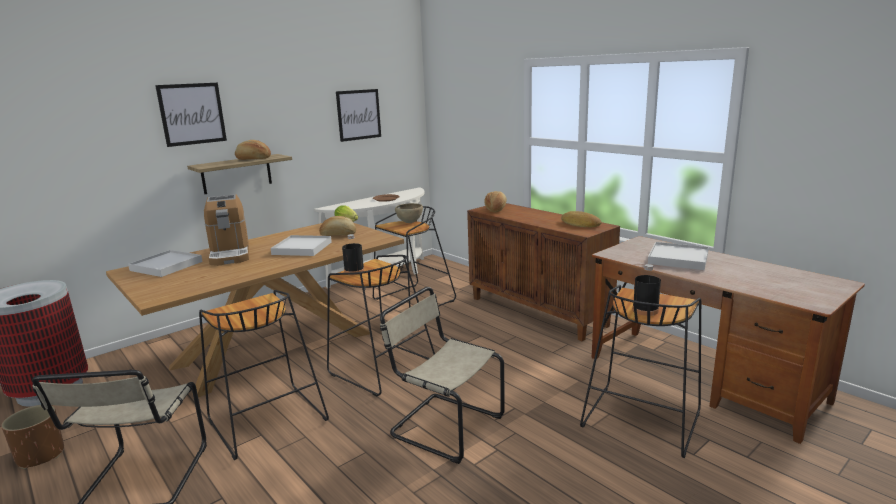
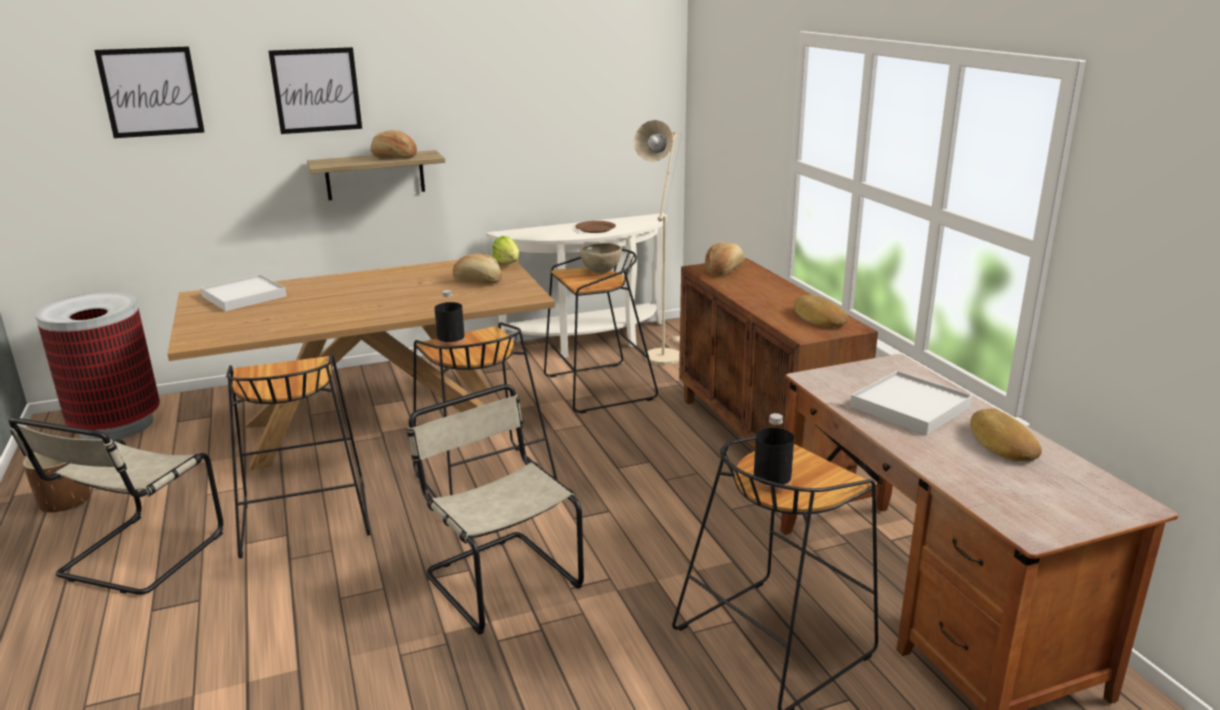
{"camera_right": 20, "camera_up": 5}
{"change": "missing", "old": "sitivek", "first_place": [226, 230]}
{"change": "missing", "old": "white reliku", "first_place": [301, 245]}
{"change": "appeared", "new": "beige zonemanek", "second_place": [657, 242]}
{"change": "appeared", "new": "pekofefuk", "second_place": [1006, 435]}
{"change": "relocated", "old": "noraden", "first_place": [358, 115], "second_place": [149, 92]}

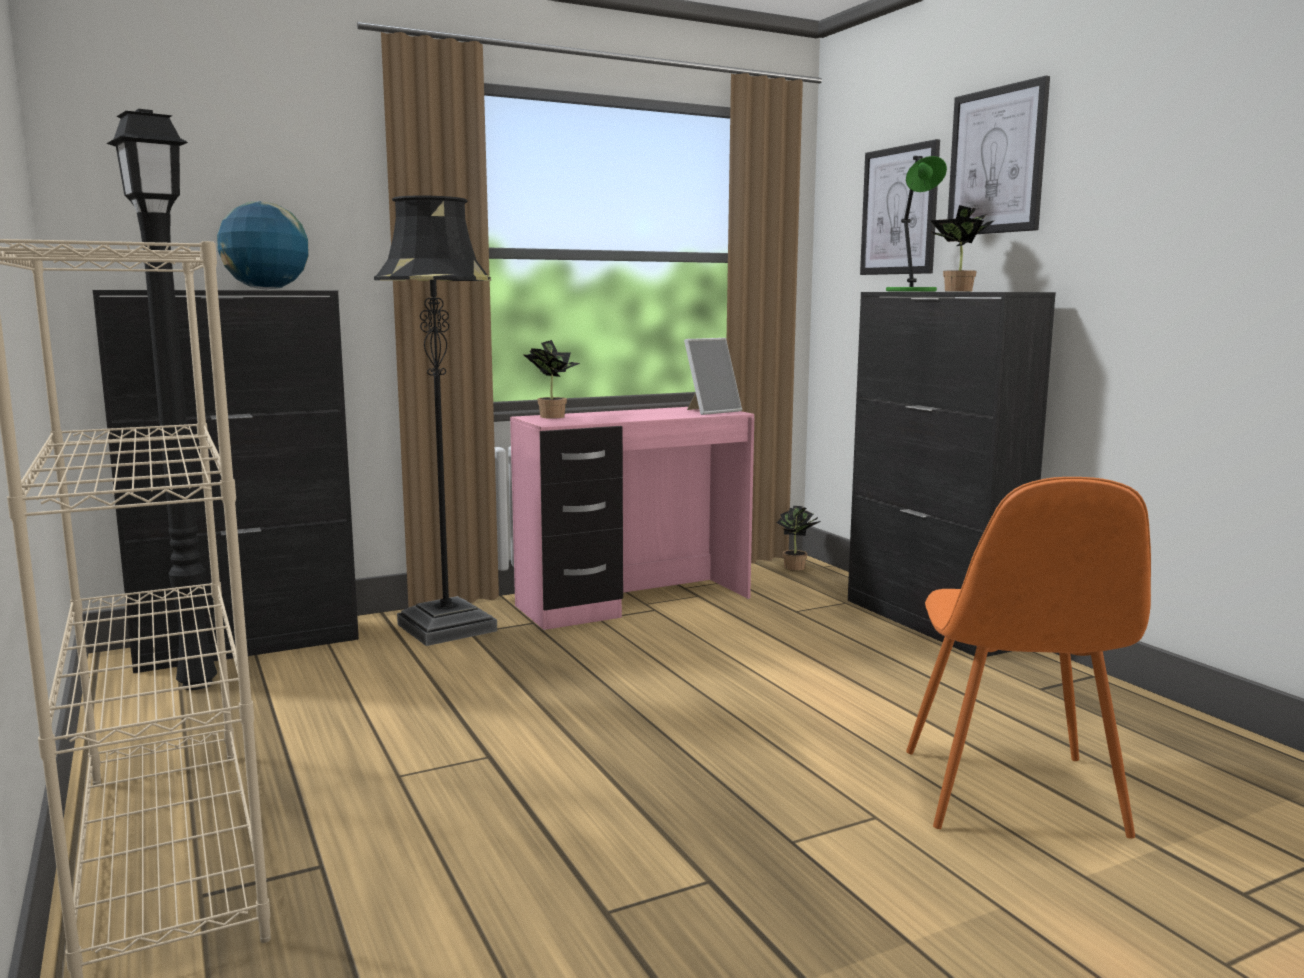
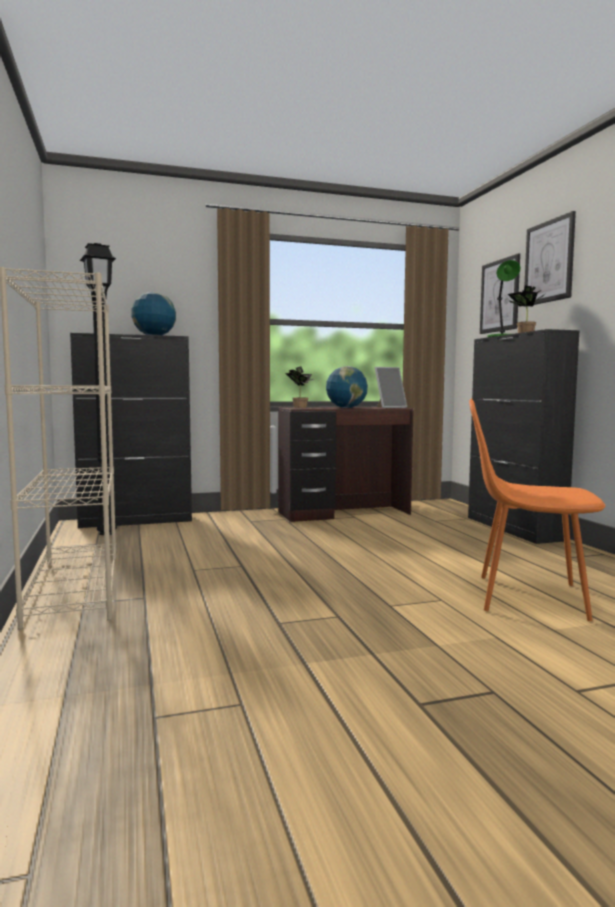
{"camera_right": 10, "camera_up": -5}
{"change": "missing", "old": "black zonemanek", "first_place": [435, 421]}
{"change": "missing", "old": "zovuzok", "first_place": [799, 538]}
{"change": "appeared", "new": "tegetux", "second_place": [347, 387]}
{"change": "colour", "old": "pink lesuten", "new": "brown lesuten", "first_place": [632, 518], "second_place": [345, 464]}
{"change": "spun", "old": "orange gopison", "first_place": [1028, 658], "second_place": [537, 509], "degrees": 90}

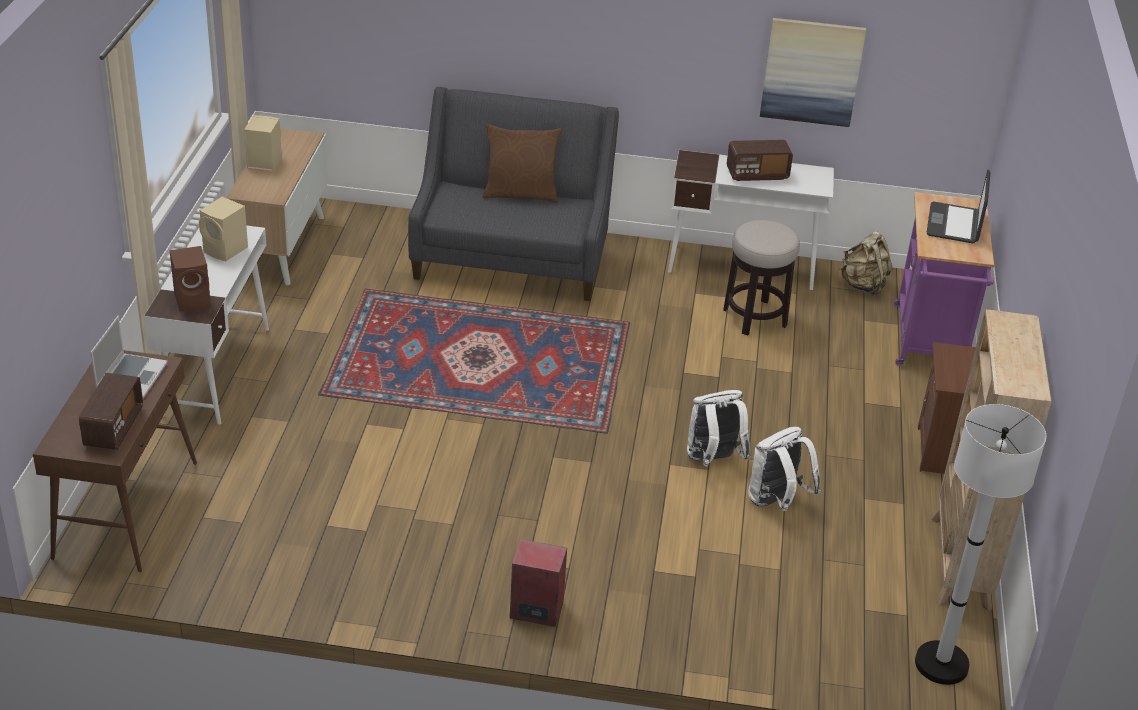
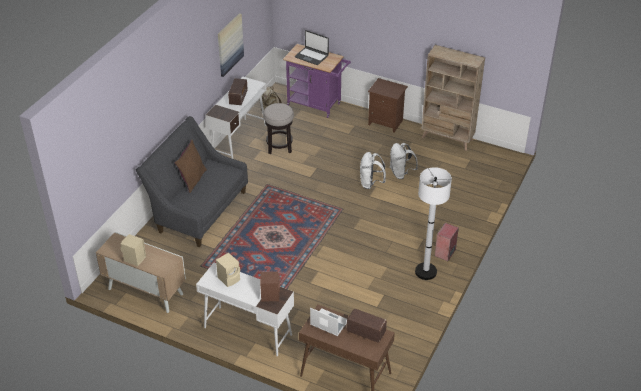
{"camera_right": -70, "camera_up": 5}
{"change": "relocated", "old": "white zonemanek", "first_place": [980, 544], "second_place": [433, 223]}

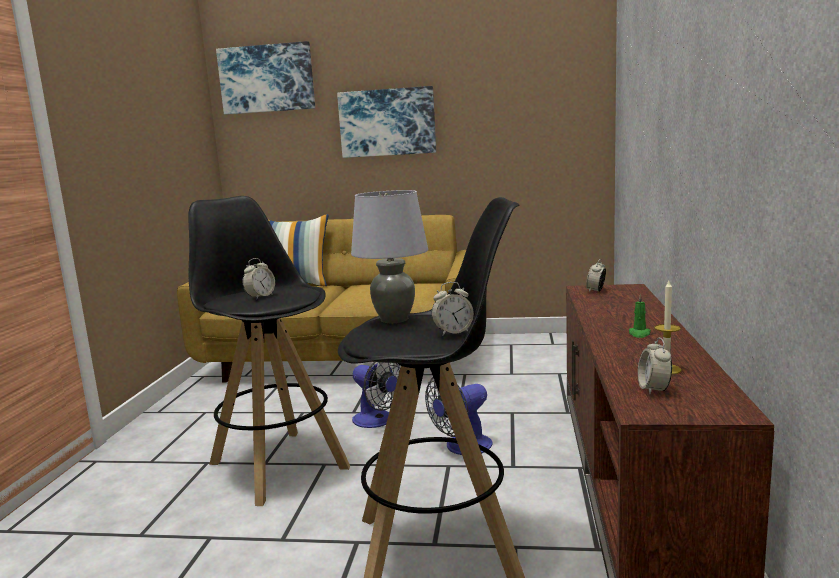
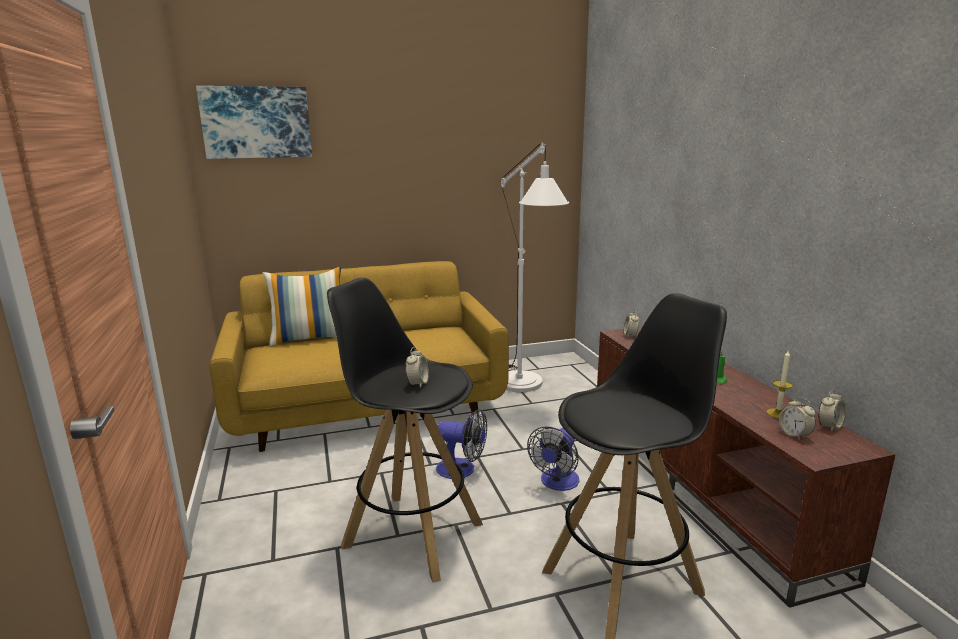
{"camera_right": -25, "camera_up": 5}
{"change": "missing", "old": "noraden", "first_place": [386, 122]}
{"change": "missing", "old": "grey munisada", "first_place": [389, 256]}
{"change": "appeared", "new": "white zonemanek", "second_place": [535, 266]}
{"change": "relocated", "old": "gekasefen", "first_place": [453, 309], "second_place": [832, 411]}

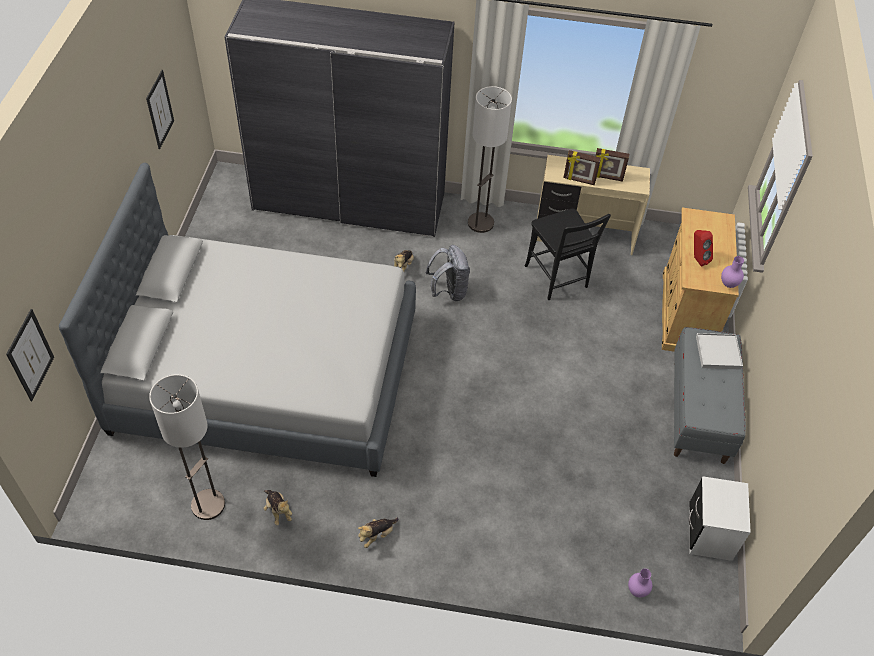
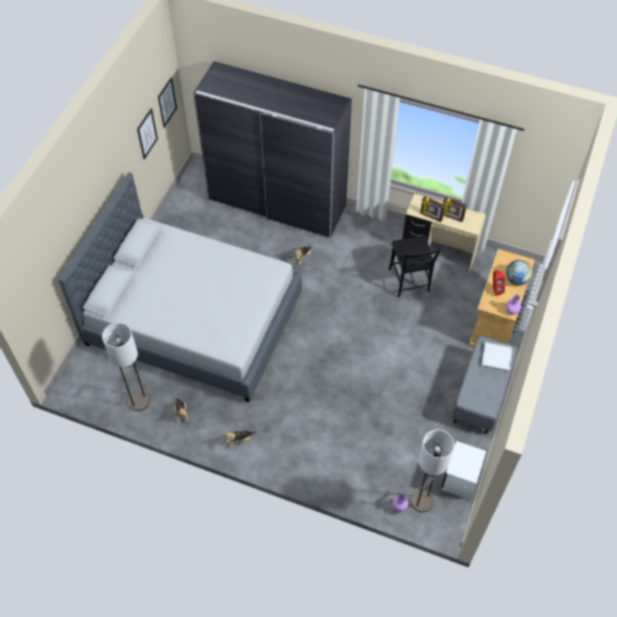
{"camera_right": 15, "camera_up": 5}
{"change": "missing", "old": "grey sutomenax", "first_place": [448, 273]}
{"change": "appeared", "new": "tegetux", "second_place": [519, 272]}
{"change": "relocated", "old": "noraden", "first_place": [30, 355], "second_place": [167, 102]}
{"change": "relocated", "old": "zonemanek", "first_place": [490, 159], "second_place": [433, 470]}

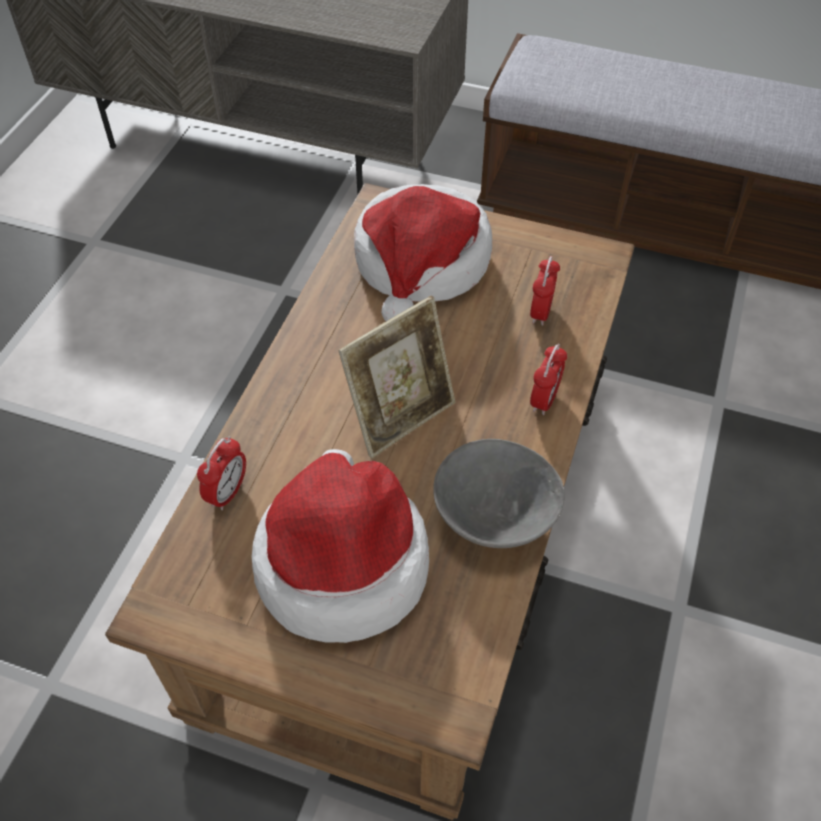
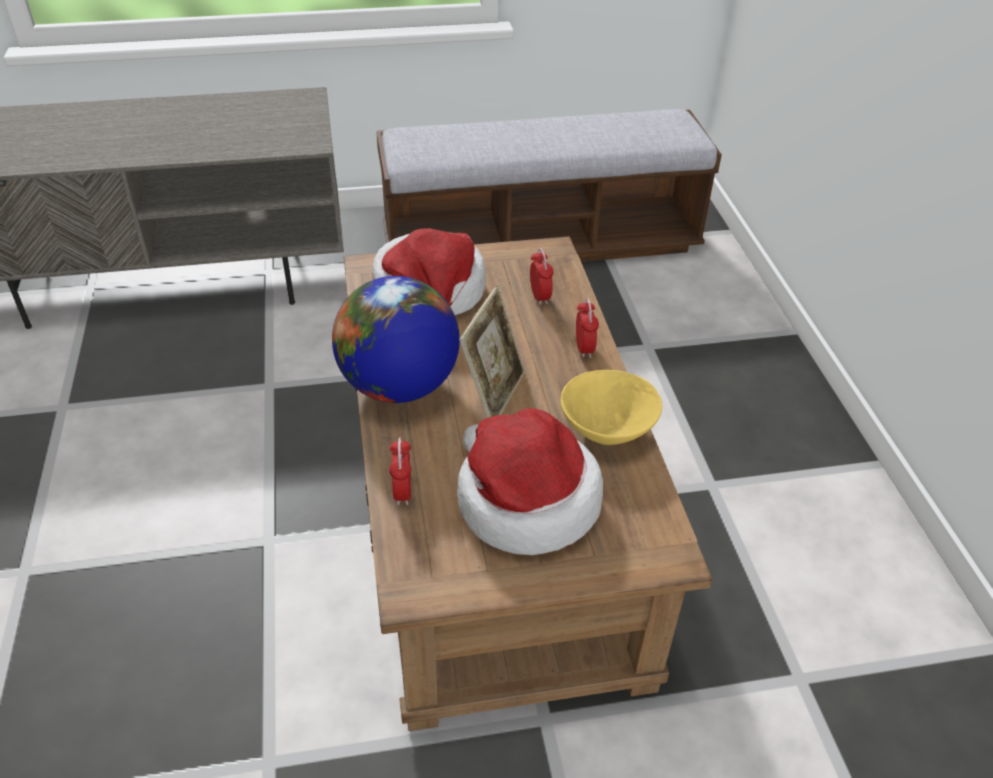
{"camera_right": -30, "camera_up": -10}
{"change": "appeared", "new": "tegetux", "second_place": [396, 339]}
{"change": "colour", "old": "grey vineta", "new": "yellow vineta", "first_place": [499, 493], "second_place": [611, 407]}

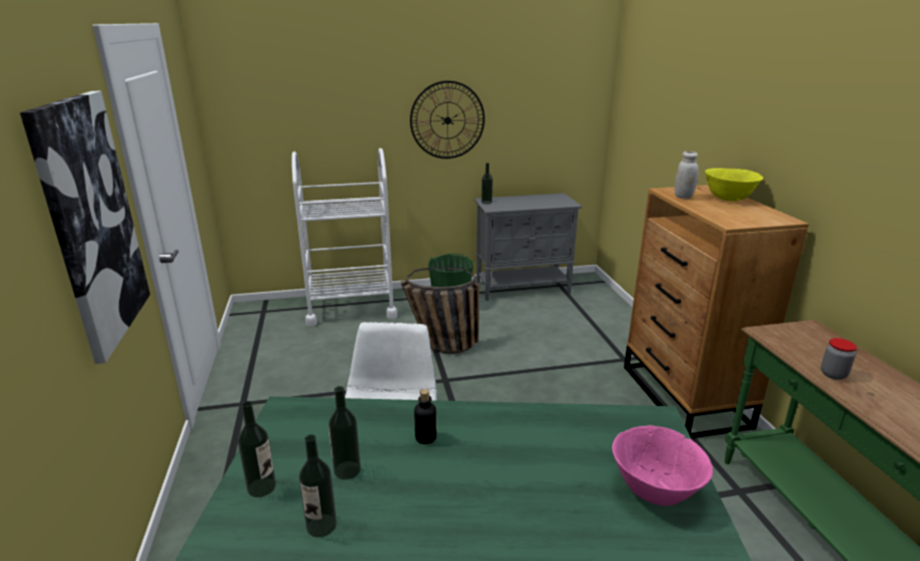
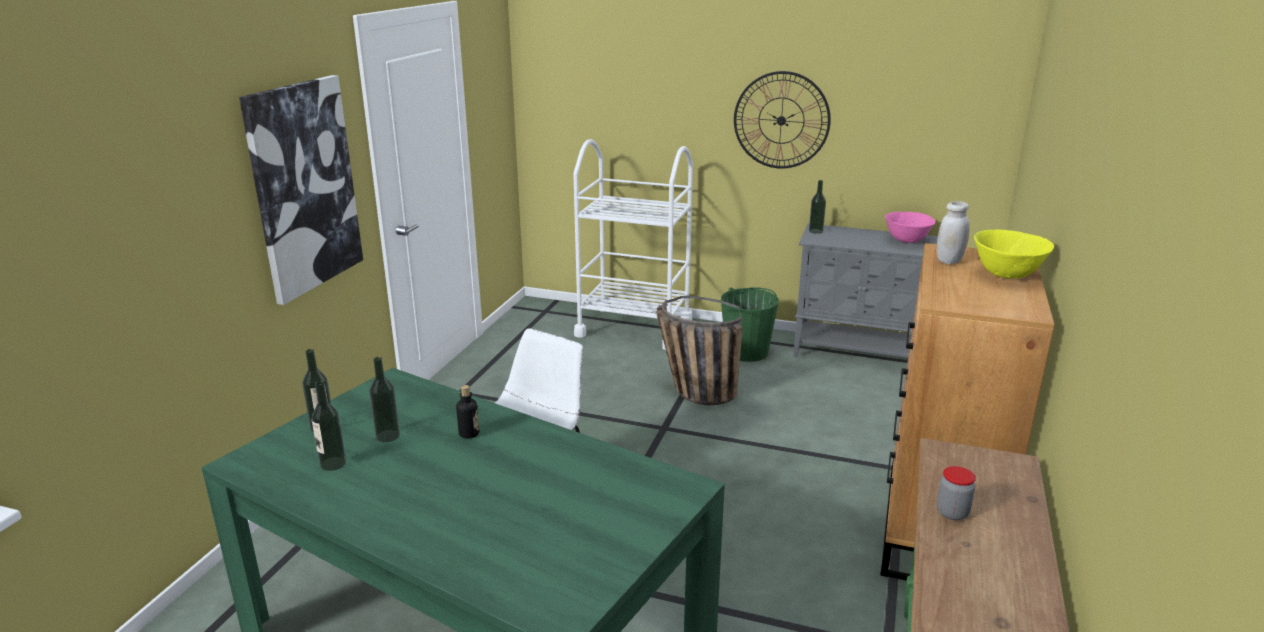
{"camera_right": 30, "camera_up": 0}
{"change": "relocated", "old": "pink vineta", "first_place": [662, 465], "second_place": [910, 227]}

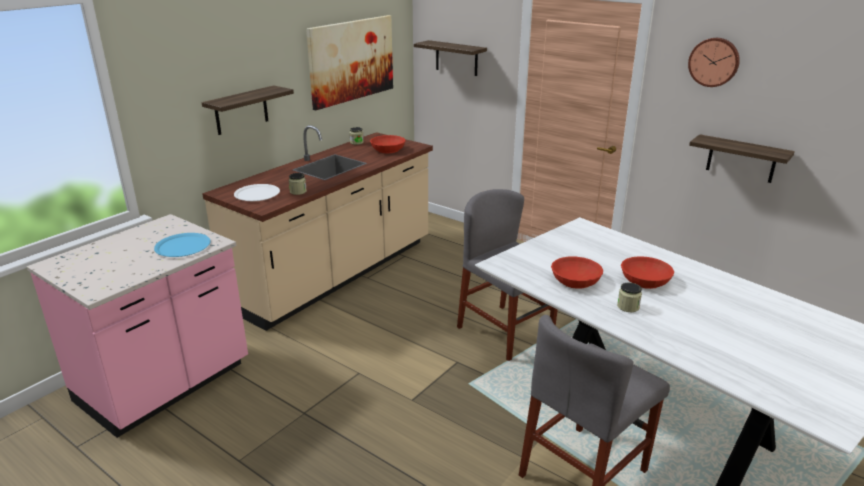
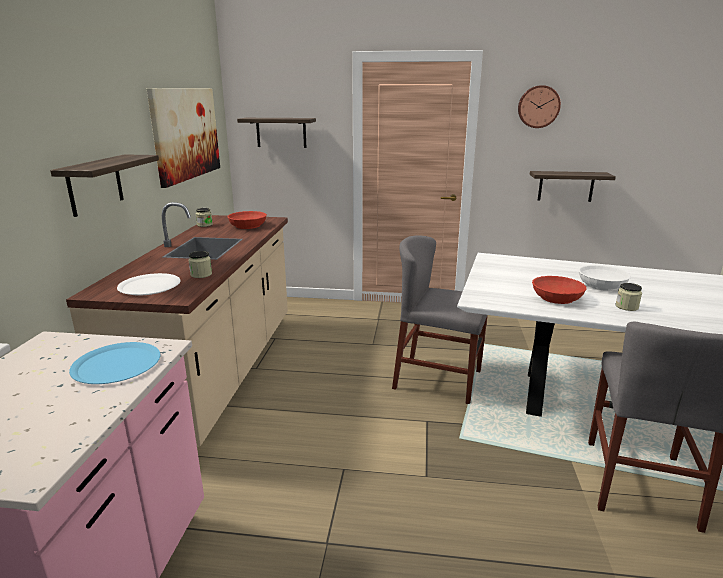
{"camera_right": -30, "camera_up": -5}
{"change": "colour", "old": "red vineta", "new": "white vineta", "first_place": [647, 272], "second_place": [604, 278]}

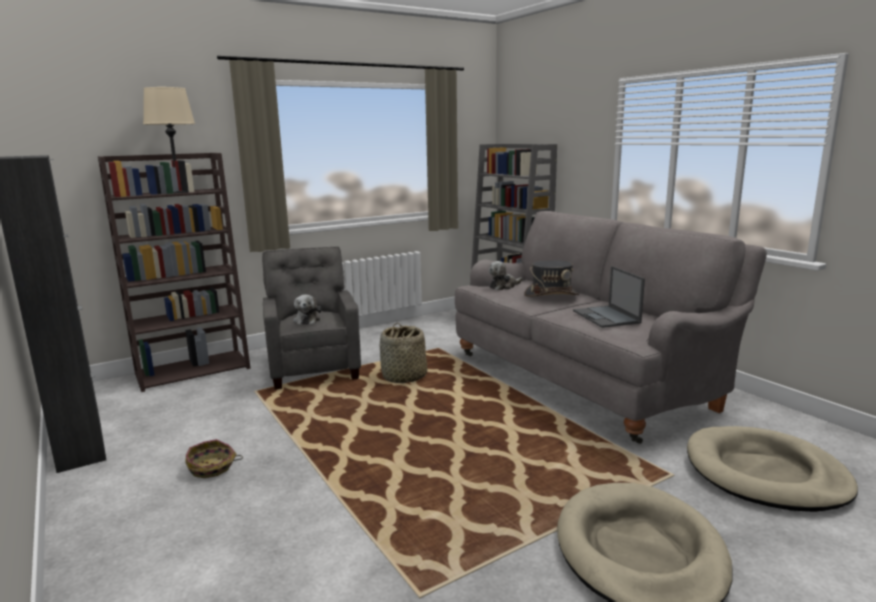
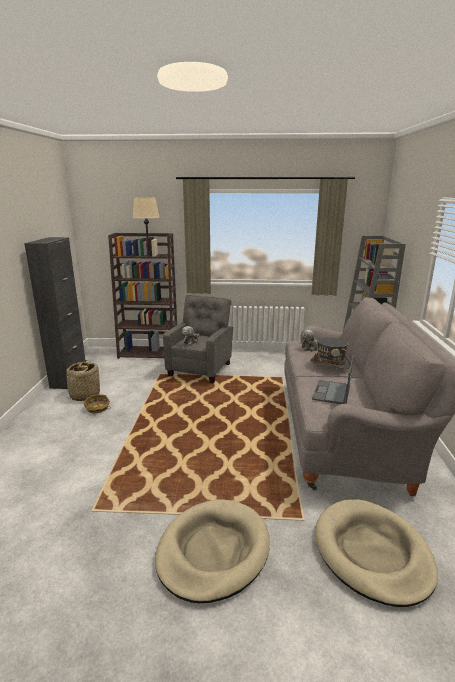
{"camera_right": 35, "camera_up": 5}
{"change": "relocated", "old": "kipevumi", "first_place": [403, 353], "second_place": [82, 380]}

